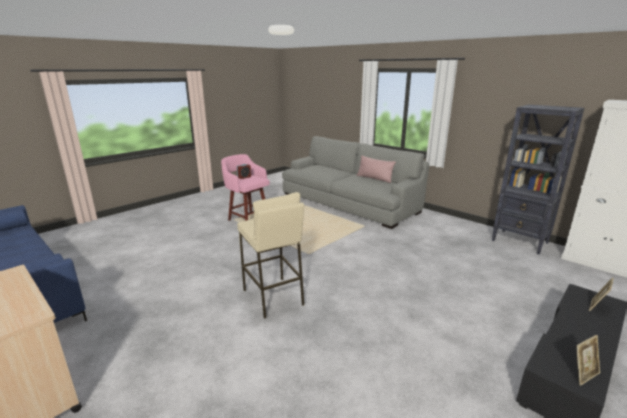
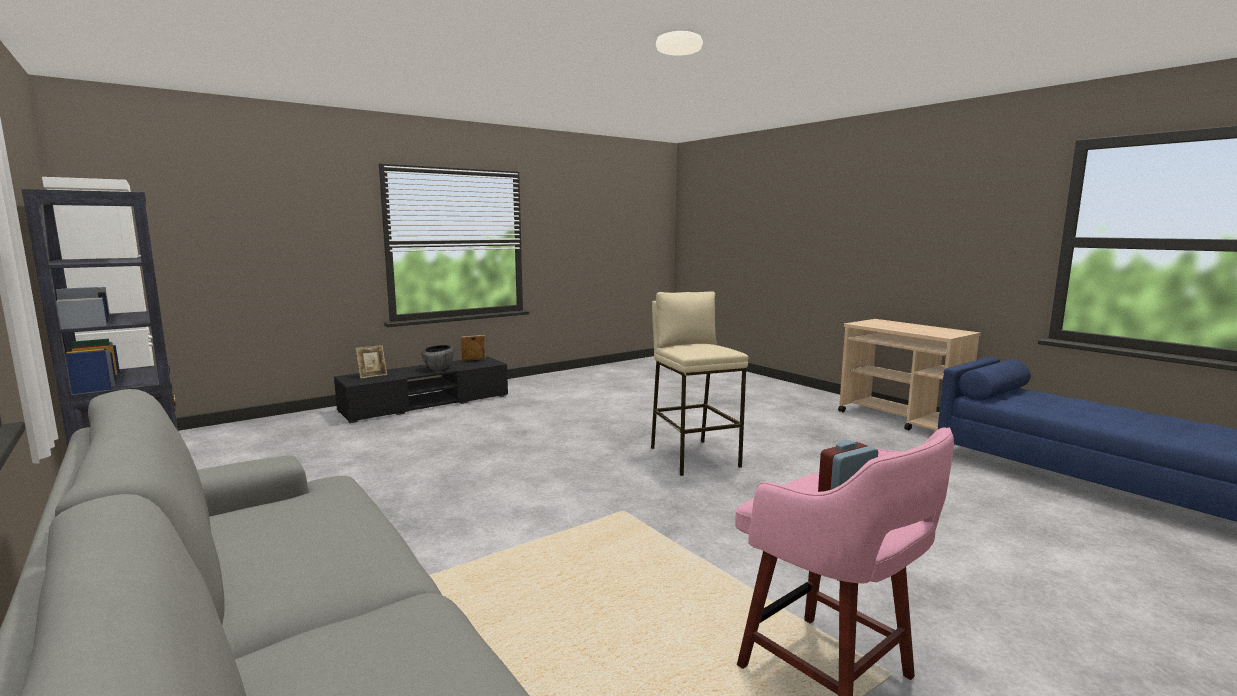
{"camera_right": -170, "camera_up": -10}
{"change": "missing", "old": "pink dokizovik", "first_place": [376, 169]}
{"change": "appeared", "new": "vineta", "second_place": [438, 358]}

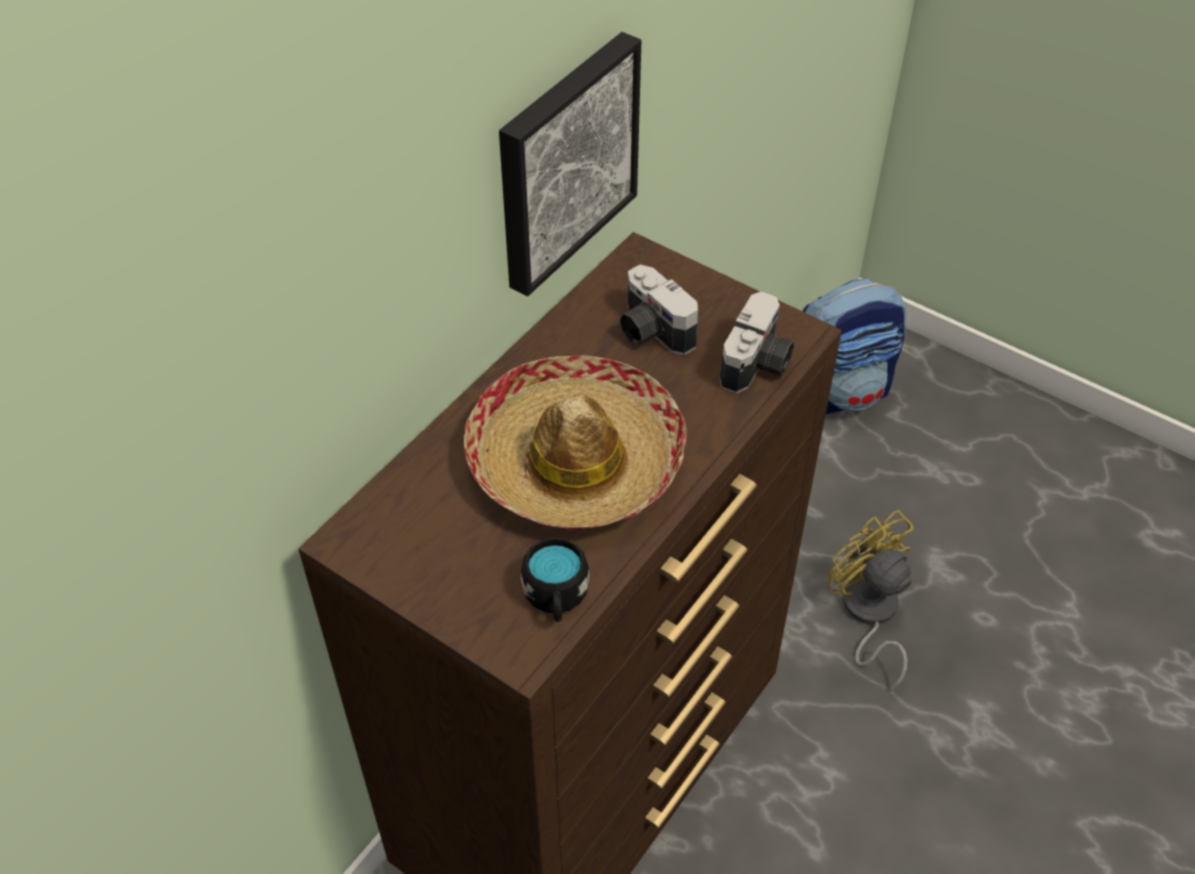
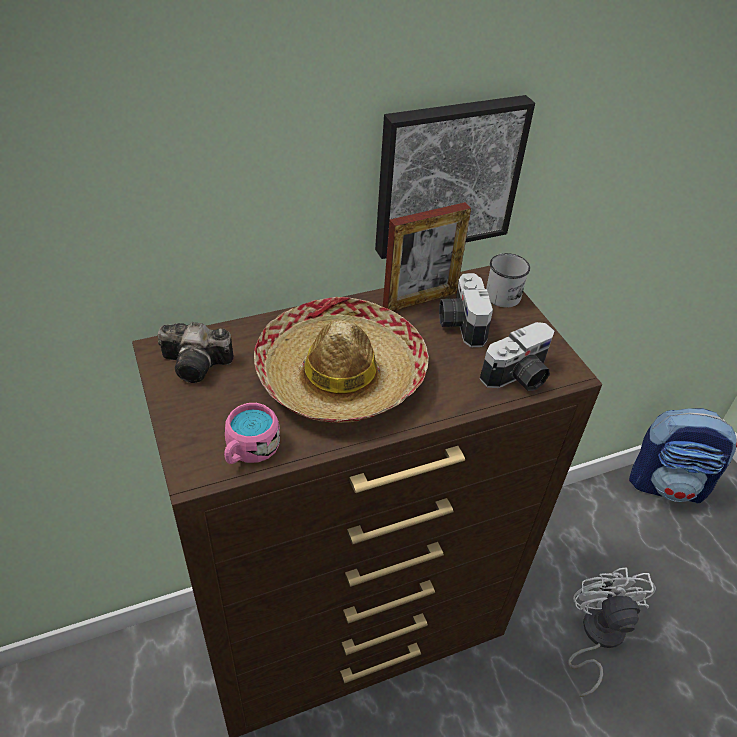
{"camera_right": 30, "camera_up": -5}
{"change": "appeared", "new": "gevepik", "second_place": [196, 352]}
{"change": "appeared", "new": "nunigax", "second_place": [427, 256]}
{"change": "appeared", "new": "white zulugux", "second_place": [508, 280]}
{"change": "colour", "old": "black zulugux", "new": "pink zulugux", "first_place": [555, 579], "second_place": [252, 433]}
{"change": "colour", "old": "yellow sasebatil", "new": "white sasebatil", "first_place": [871, 601], "second_place": [612, 632]}

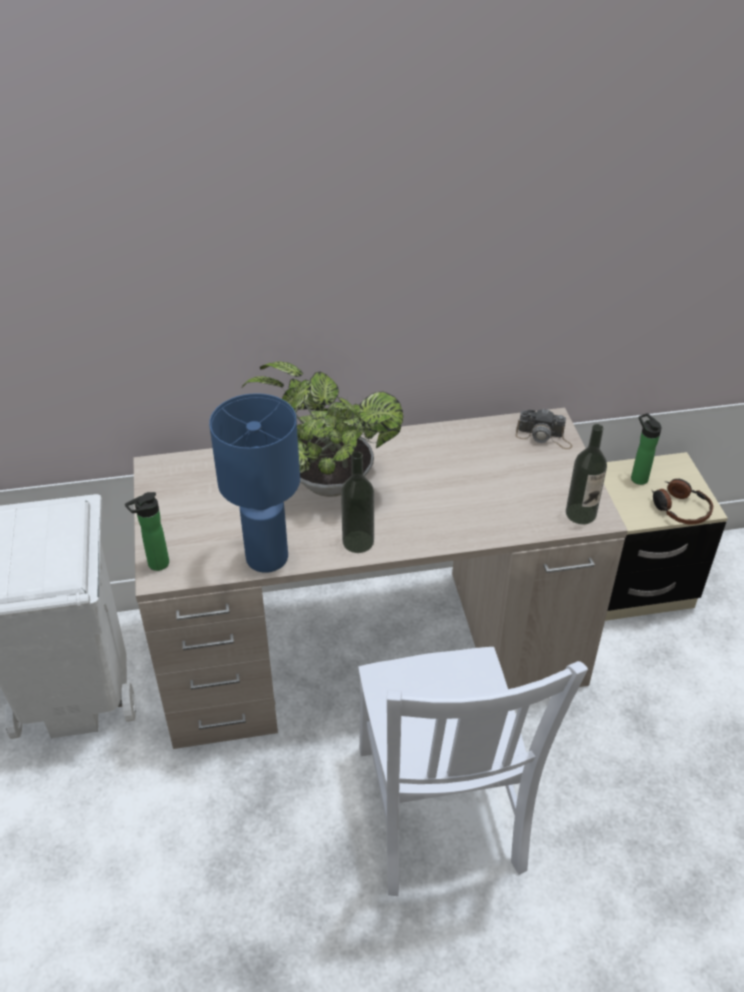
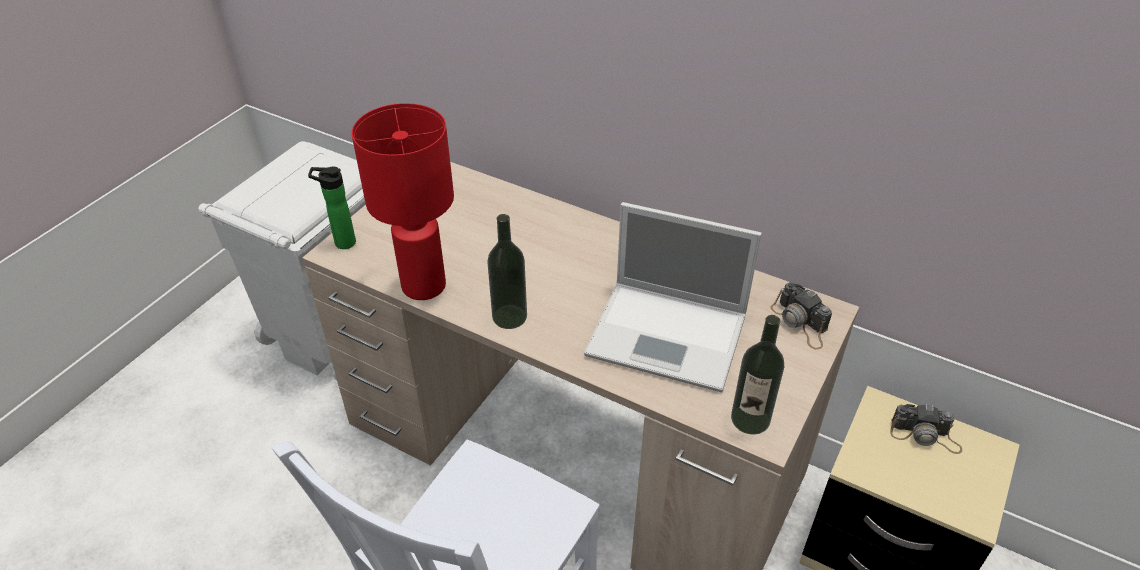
{"camera_right": 40, "camera_up": 0}
{"change": "missing", "old": "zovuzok", "first_place": [322, 429]}
{"change": "missing", "old": "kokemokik", "first_place": [682, 502]}
{"change": "appeared", "new": "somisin", "second_place": [673, 297]}
{"change": "exchanged", "old": "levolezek", "new": "gevepik", "first_place": [646, 449], "second_place": [926, 429]}
{"change": "colour", "old": "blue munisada", "new": "red munisada", "first_place": [254, 483], "second_place": [403, 201]}

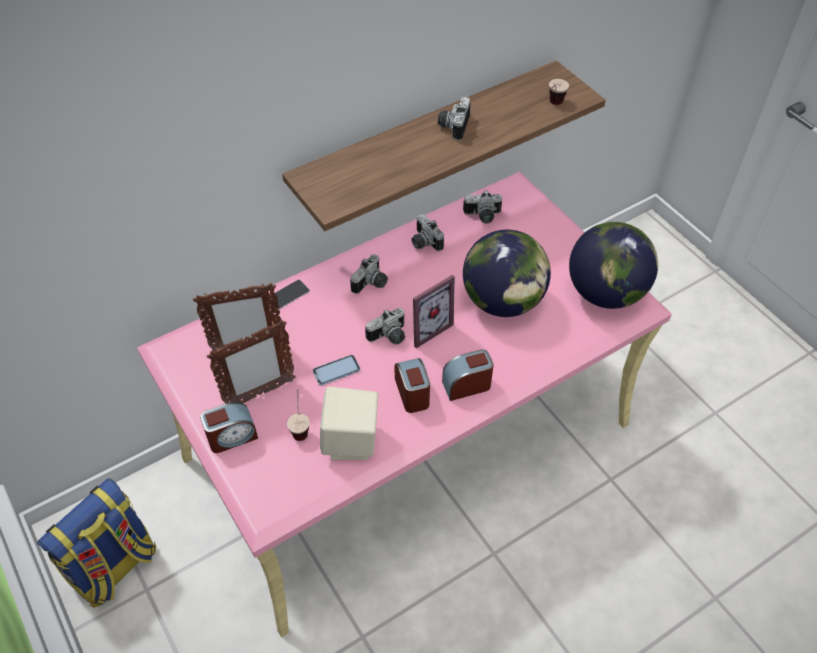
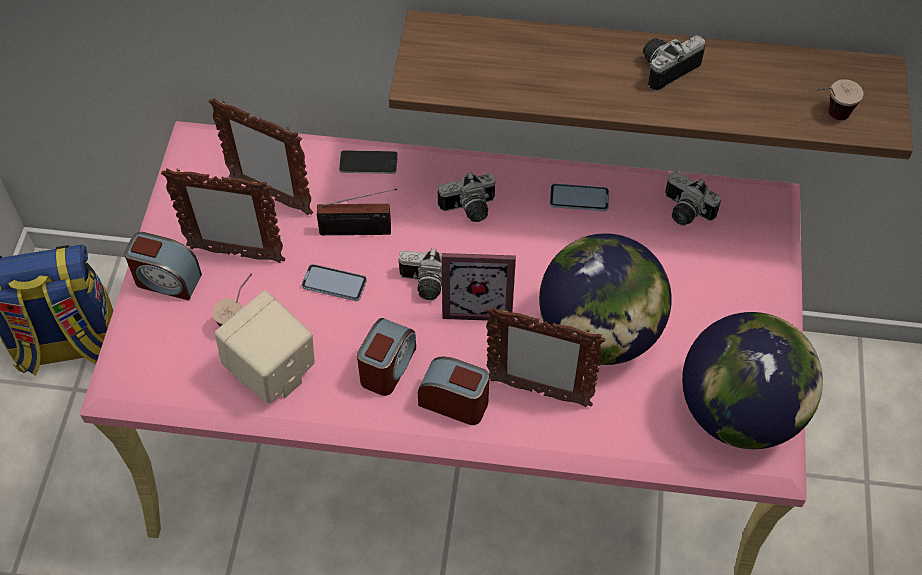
{"camera_right": 40, "camera_up": 5}
{"change": "appeared", "new": "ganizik", "second_place": [357, 212]}
{"change": "appeared", "new": "nunigax", "second_place": [545, 357]}
{"change": "exchanged", "old": "gevepik", "new": "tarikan", "first_place": [427, 232], "second_place": [579, 197]}

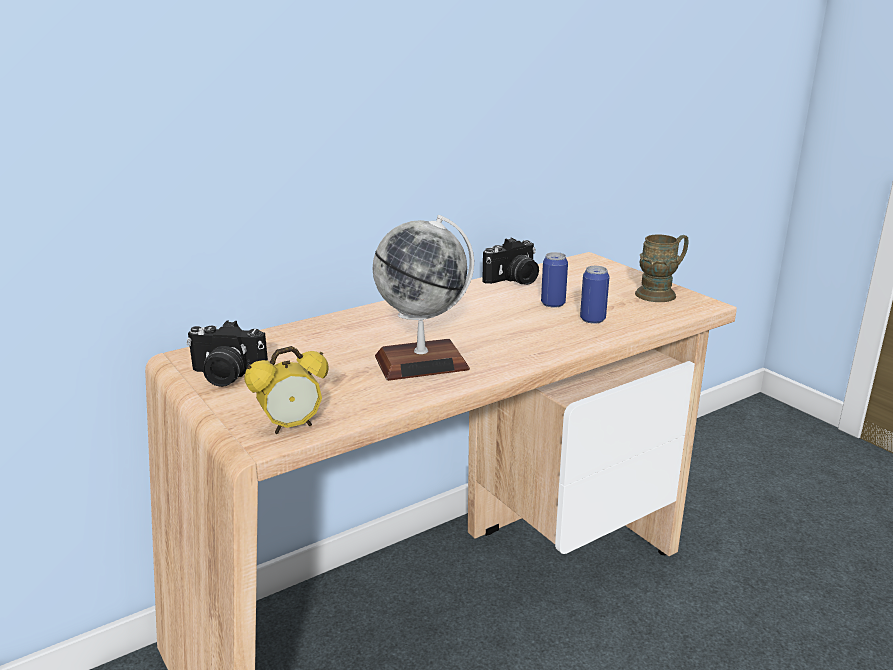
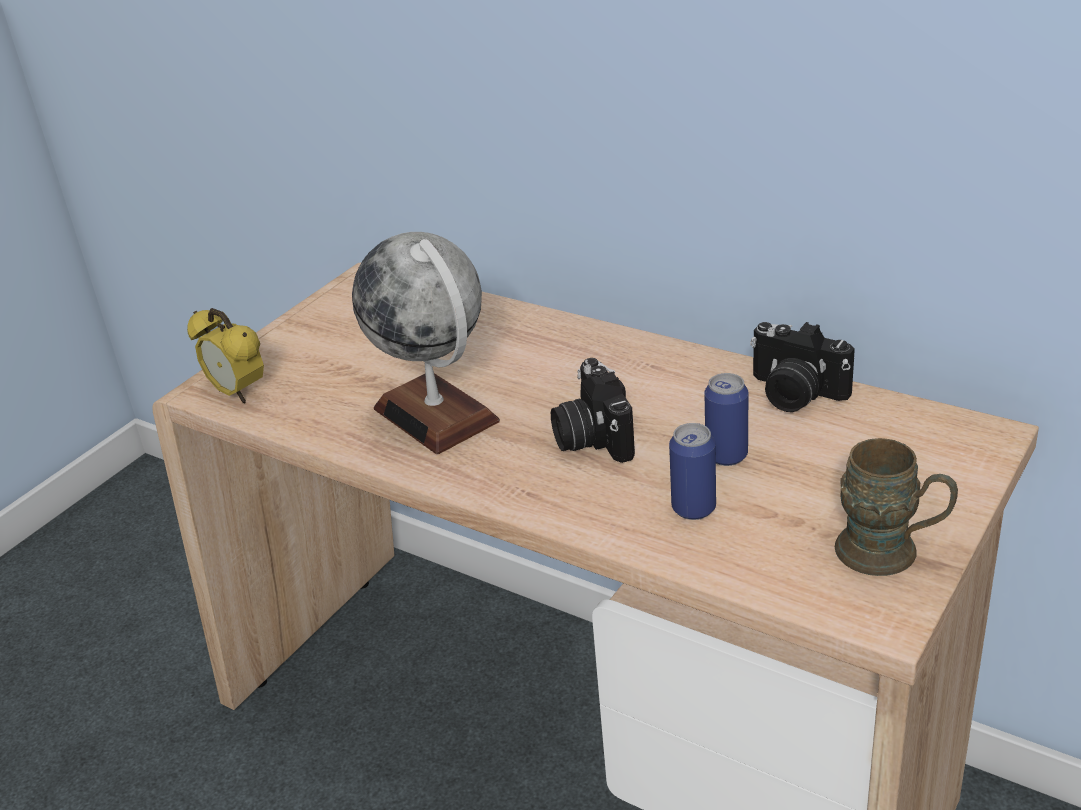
{"camera_right": 70, "camera_up": 10}
{"change": "relocated", "old": "gevepik", "first_place": [227, 353], "second_place": [593, 410]}

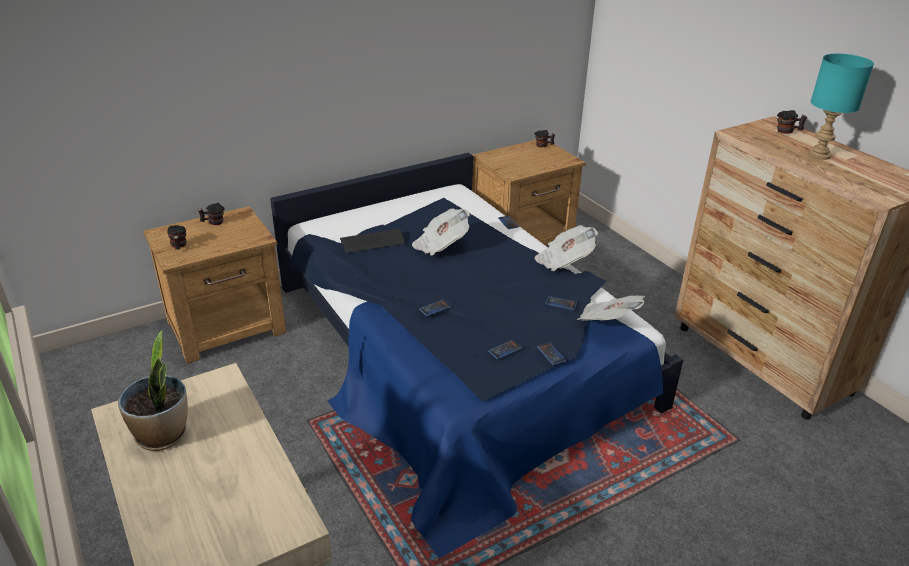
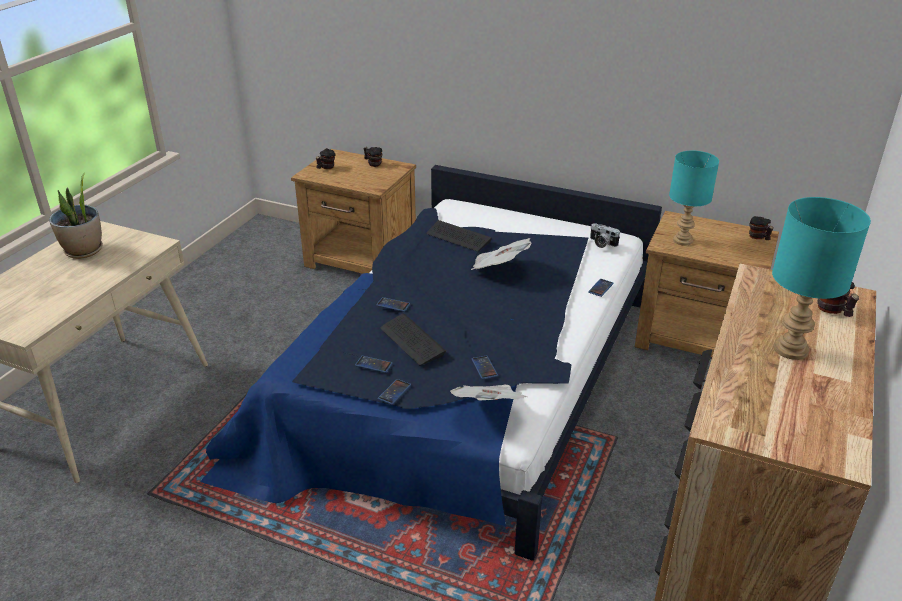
{"camera_right": 55, "camera_up": 0}
{"change": "missing", "old": "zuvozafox", "first_place": [566, 248]}
{"change": "appeared", "new": "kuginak", "second_place": [413, 339]}
{"change": "appeared", "new": "gevepik", "second_place": [605, 235]}
{"change": "appeared", "new": "turquoise munisada", "second_place": [694, 198]}

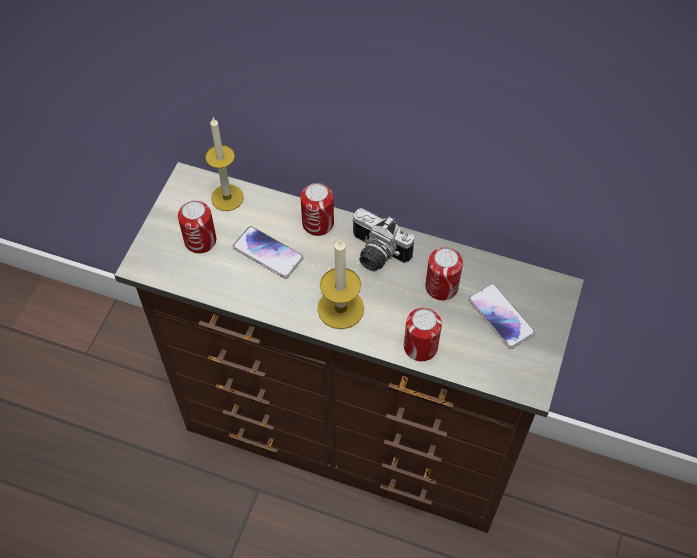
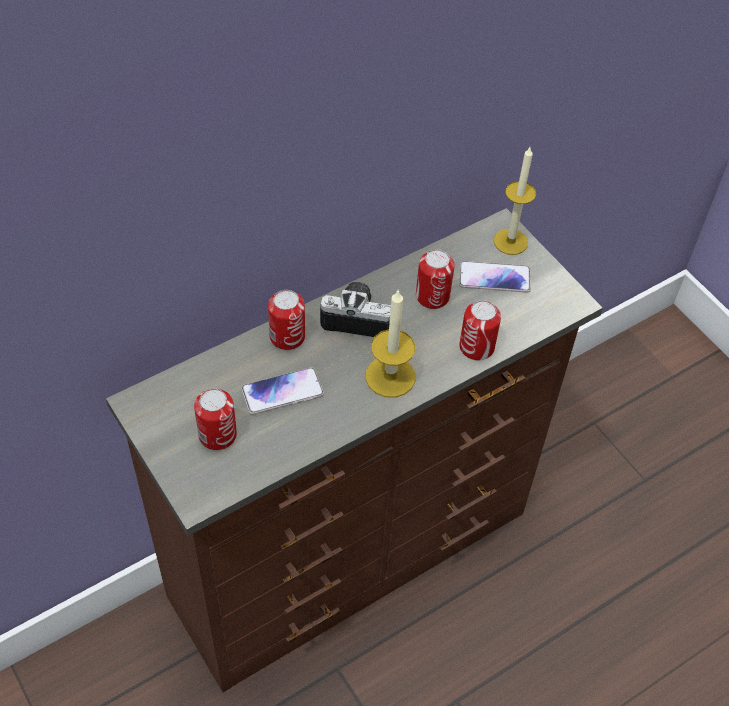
{"camera_right": -55, "camera_up": -5}
{"change": "relocated", "old": "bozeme", "first_place": [224, 164], "second_place": [515, 201]}
{"change": "spun", "old": "gevepik", "first_place": [383, 239], "second_place": [355, 310], "degrees": -150}

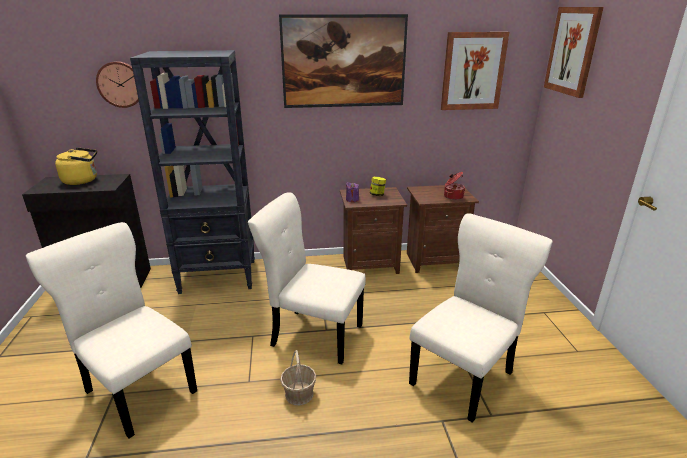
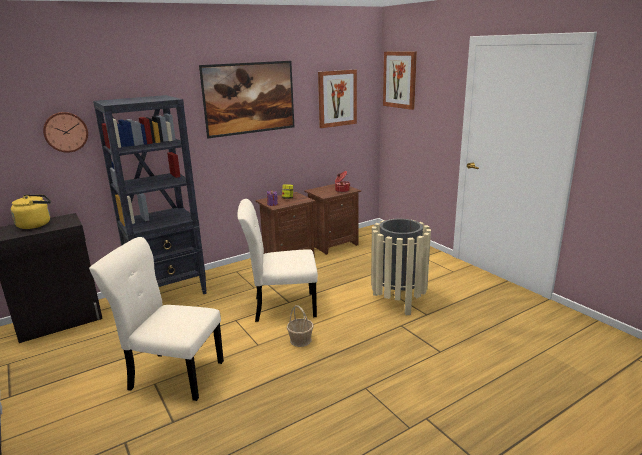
{"camera_right": -25, "camera_up": -5}
{"change": "exchanged", "old": "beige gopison", "new": "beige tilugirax", "first_place": [481, 318], "second_place": [401, 267]}

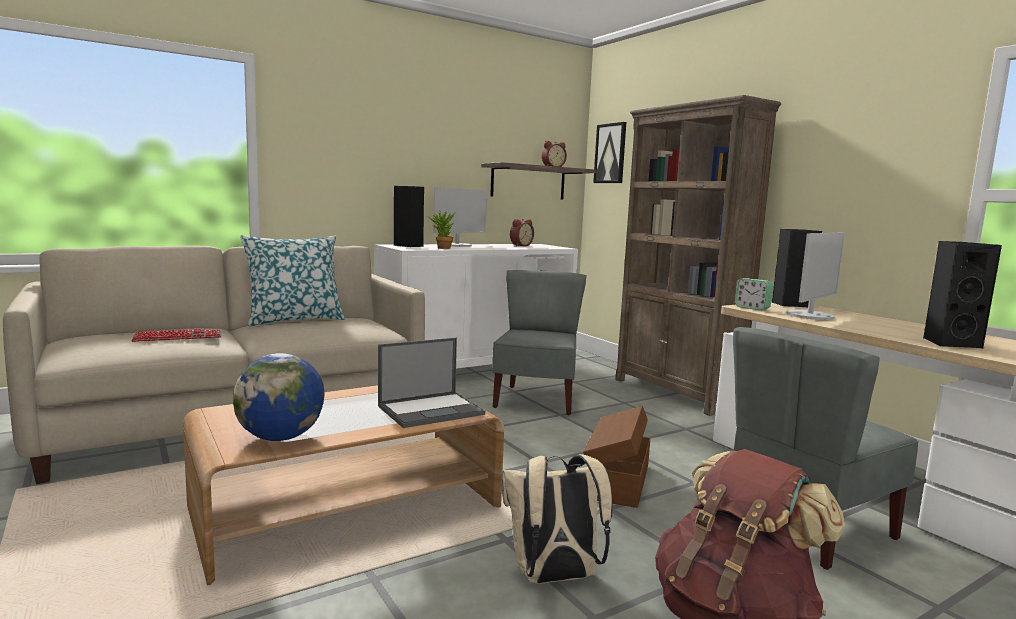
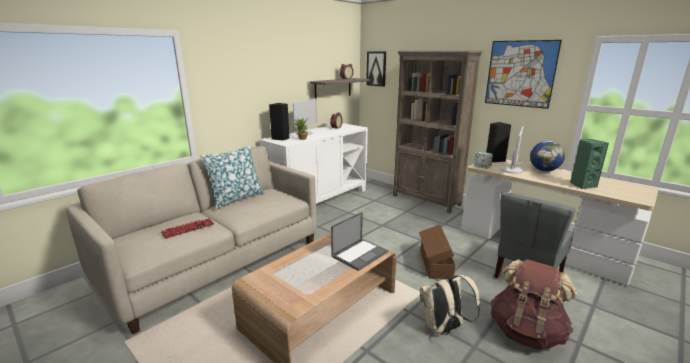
{"camera_right": -15, "camera_up": 10}
{"change": "missing", "old": "grey gopison", "first_place": [539, 342]}
{"change": "appeared", "new": "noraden", "second_place": [523, 74]}
{"change": "relocated", "old": "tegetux", "first_place": [279, 397], "second_place": [547, 156]}
{"change": "colour", "old": "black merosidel", "new": "green merosidel", "first_place": [962, 294], "second_place": [589, 164]}

